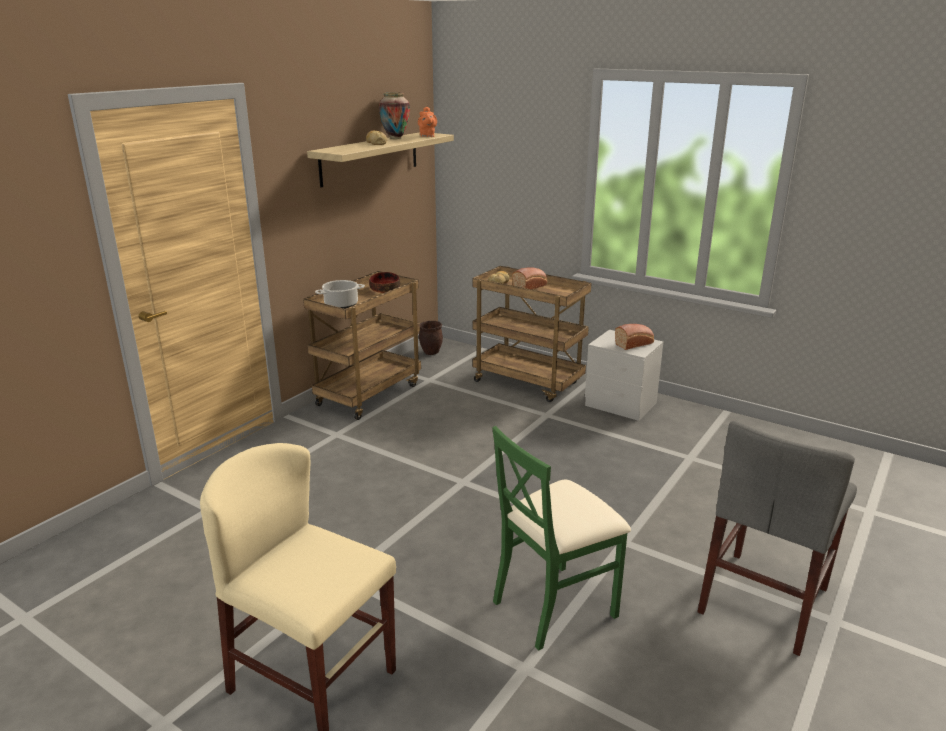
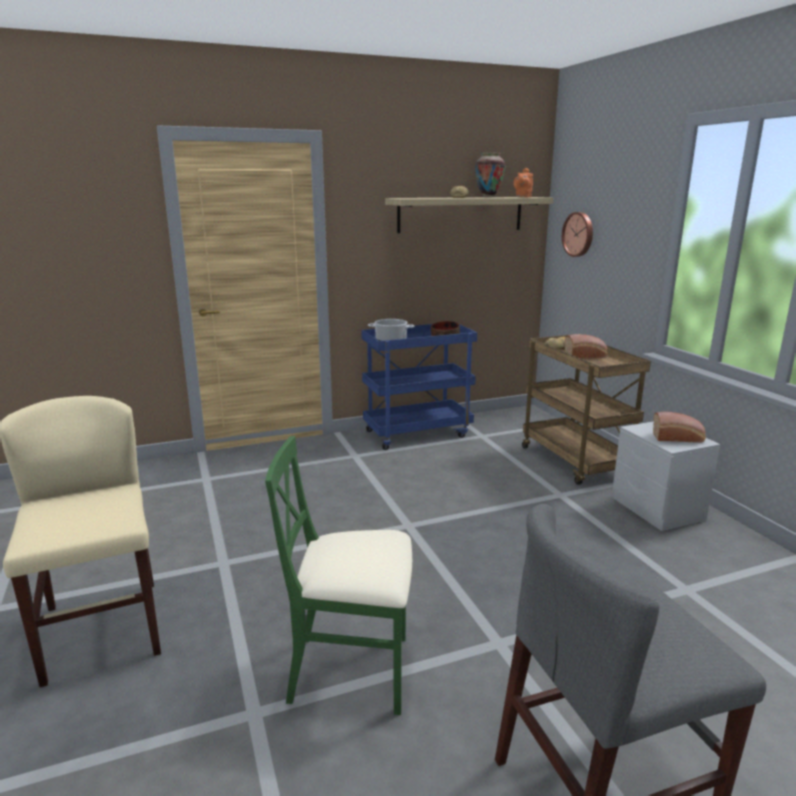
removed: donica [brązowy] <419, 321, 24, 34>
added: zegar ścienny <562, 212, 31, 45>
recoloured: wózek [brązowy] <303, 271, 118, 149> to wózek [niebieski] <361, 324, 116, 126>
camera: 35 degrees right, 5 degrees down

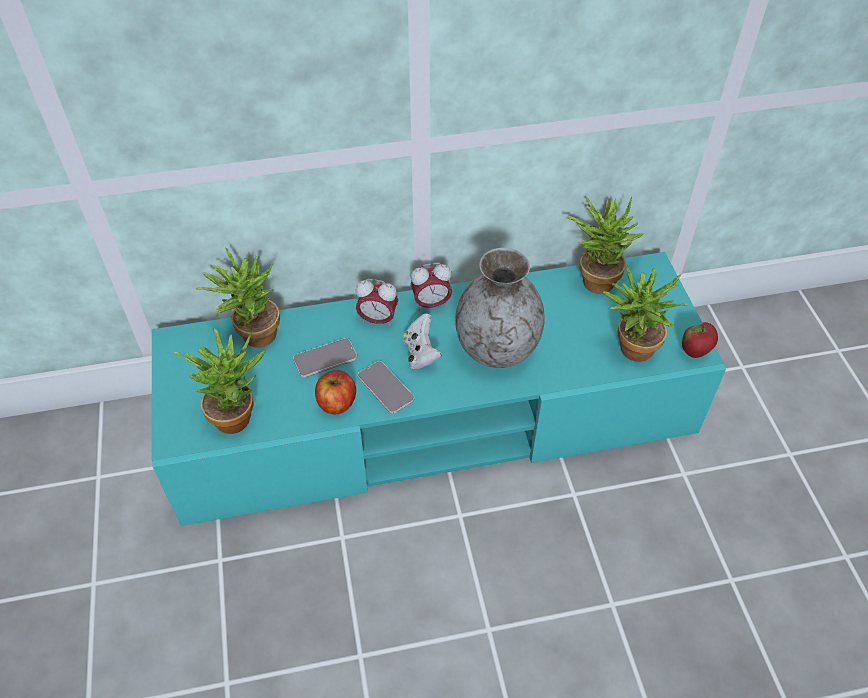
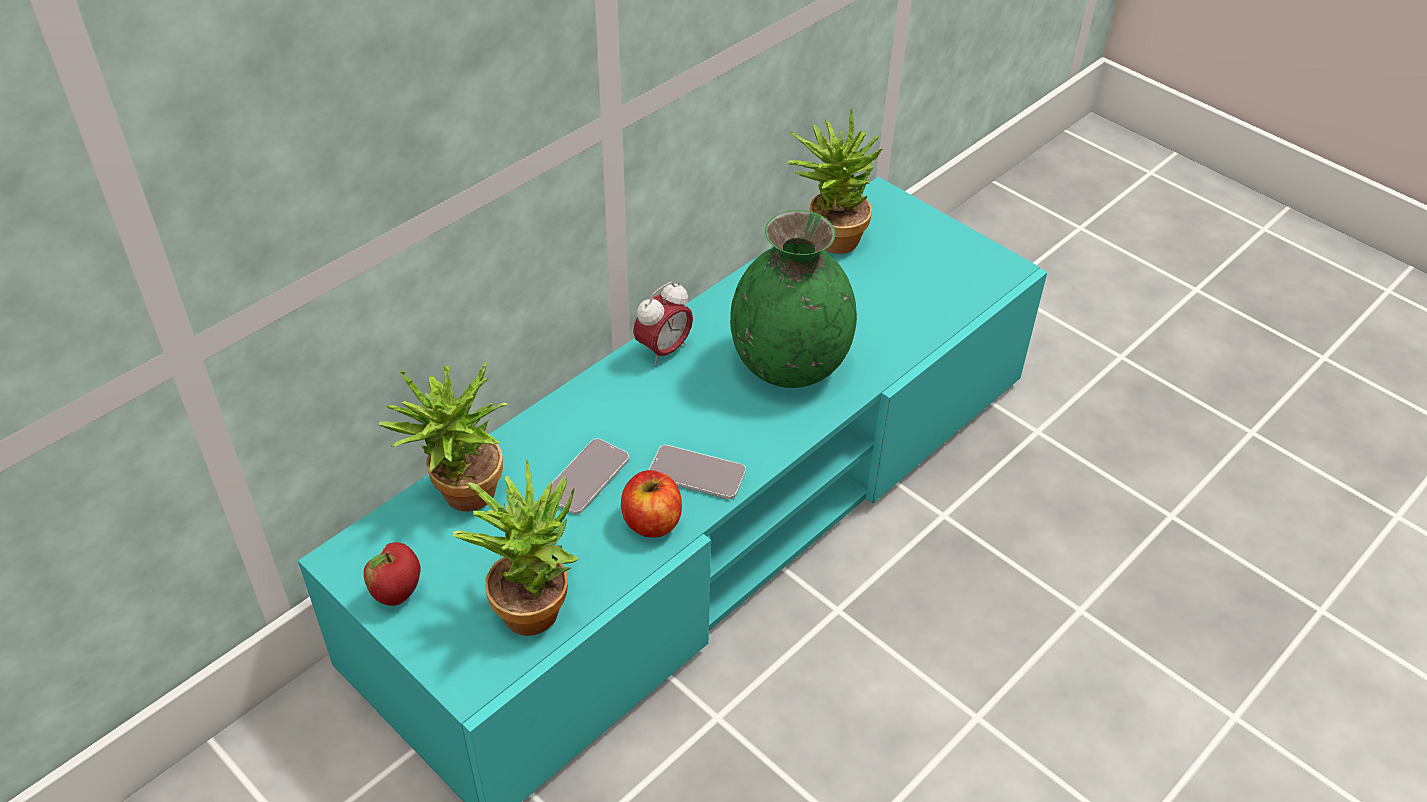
removed: budzik <355, 279, 43, 48>; pad do gier [biały] <403, 313, 39, 56>; roślina doniczkowa <603, 263, 85, 99>
moved: jabłko <682, 322, 36, 36> to <364, 542, 57, 64>
recoloured: wazon [szary] <455, 248, 90, 120> to wazon [zielony] <730, 210, 127, 178>
camera: 35 degrees left, 5 degrees down

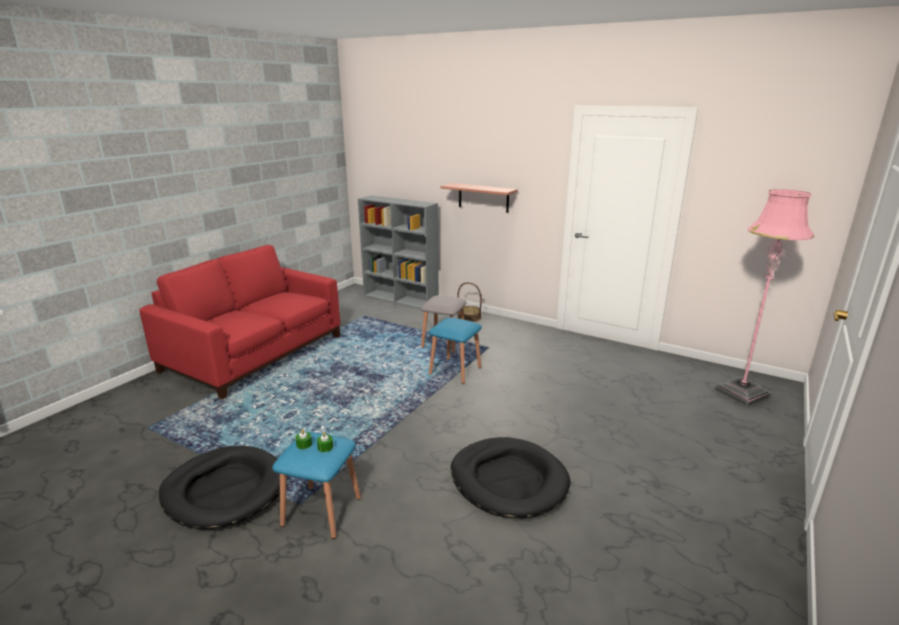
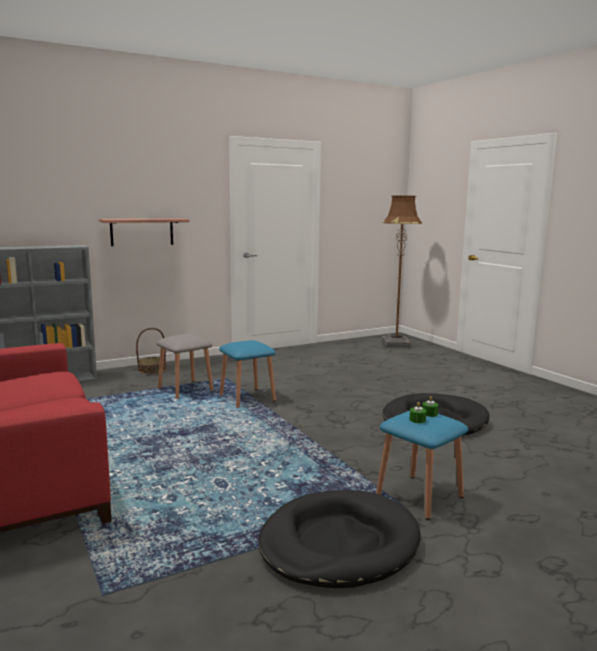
recoloured: lampa stojąca [różowy] <714, 189, 101, 218> to lampa stojąca [brązowy] <382, 195, 40, 153>
camera: 60 degrees left, 10 degrees down

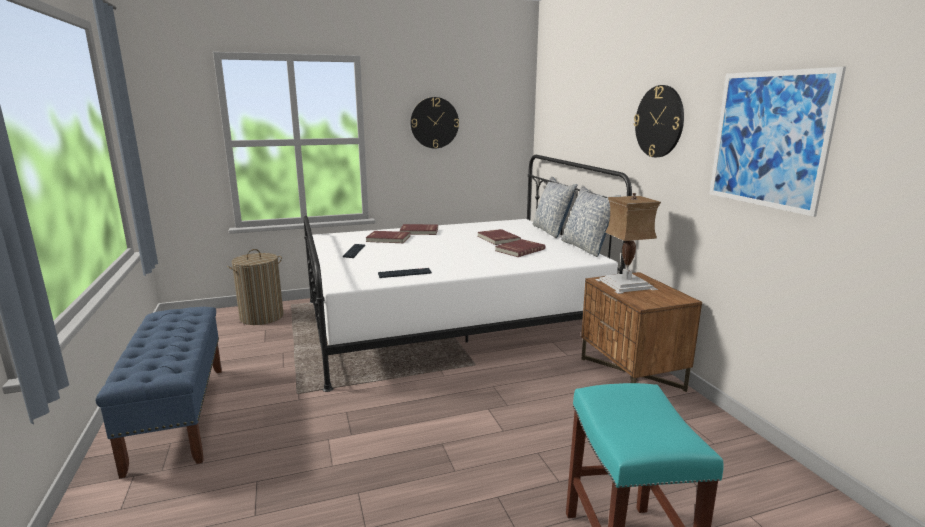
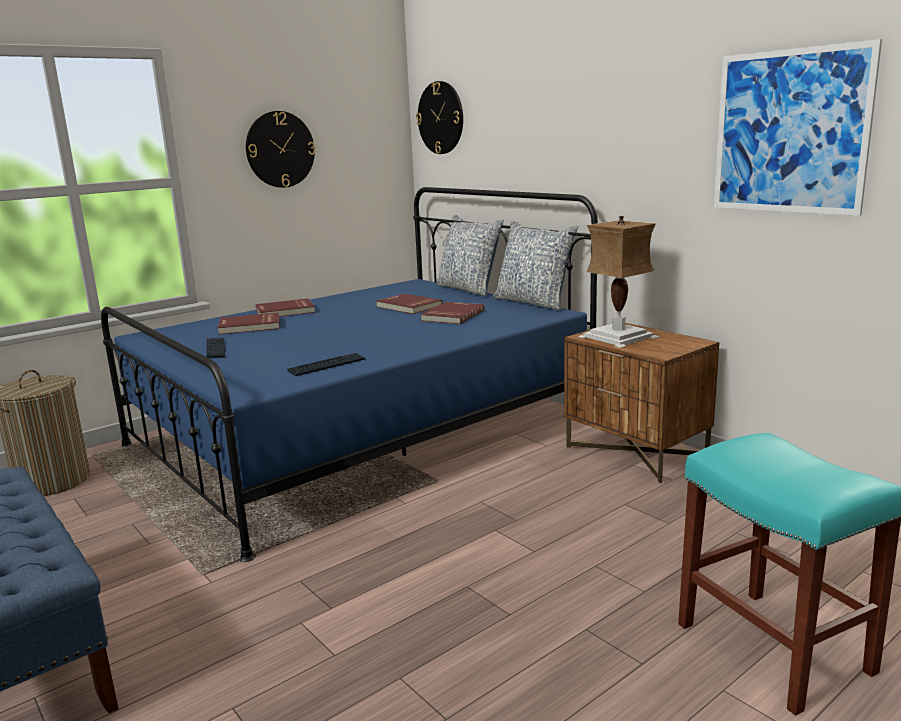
moved: zegar ścienny <634, 85, 50, 72> to <416, 81, 47, 73>
recoloured: łóżko [biały] <304, 155, 328, 237> to łóżko [niebieski] <101, 187, 497, 375>
camera: 20 degrees left, 0 degrees up

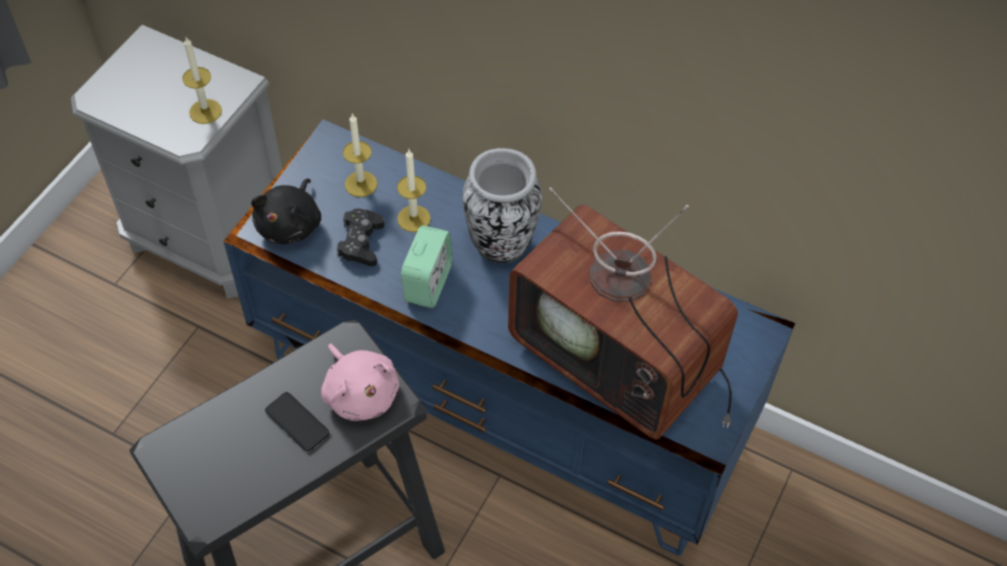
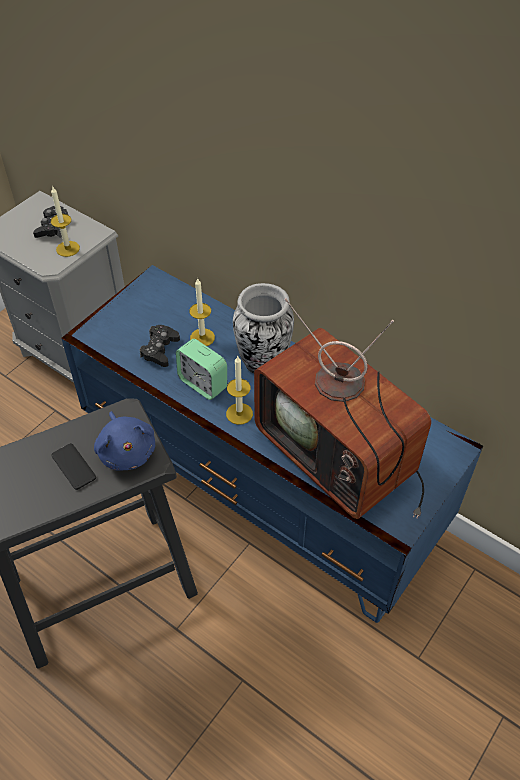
removed: pluszak [czarny] <251, 178, 70, 66>
added: pad do gier [czarny] <33, 206, 35, 32>
moved: świeca <343, 113, 35, 84> to <226, 356, 27, 69>
recoloured: pluszak [różowy] <321, 343, 78, 78> to pluszak [niebieski] <94, 411, 61, 59>
turned: budzik <401, 225, 52, 83> = <176, 339, 51, 61> 105 degrees clockwise
camera: 10 degrees right, 5 degrees down

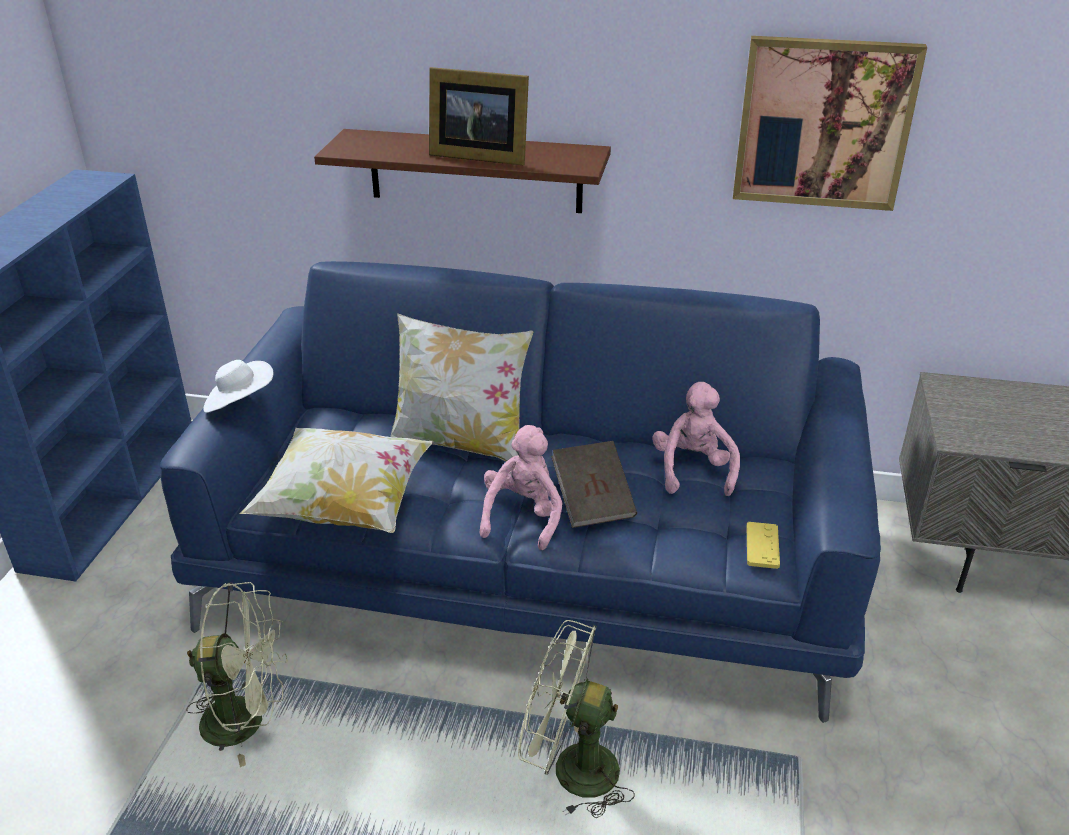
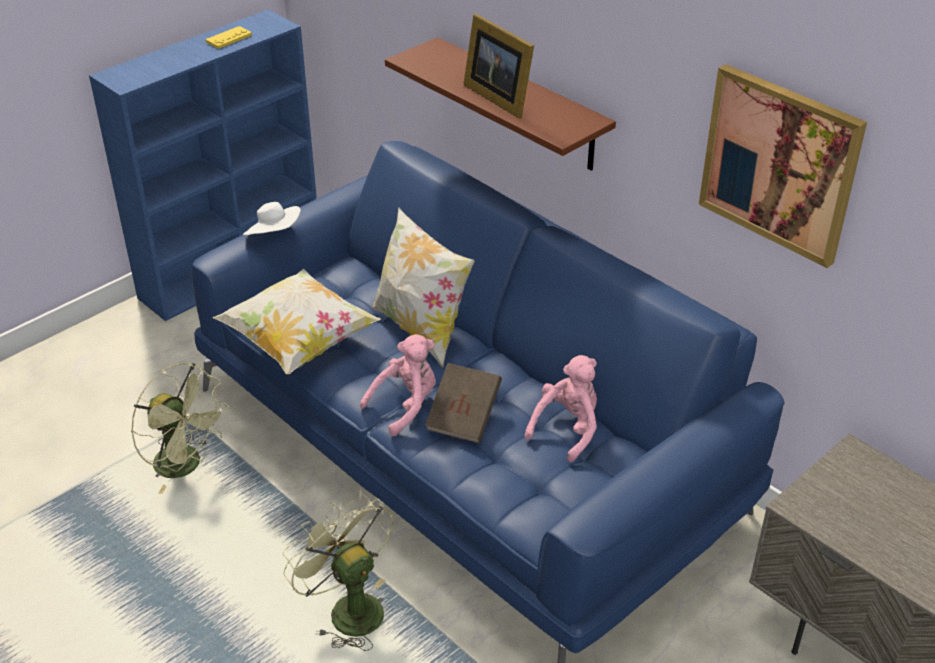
moved: pad do gier [żółty] <746, 522, 34, 47> to <206, 26, 46, 23>
camera: 35 degrees right, 5 degrees up

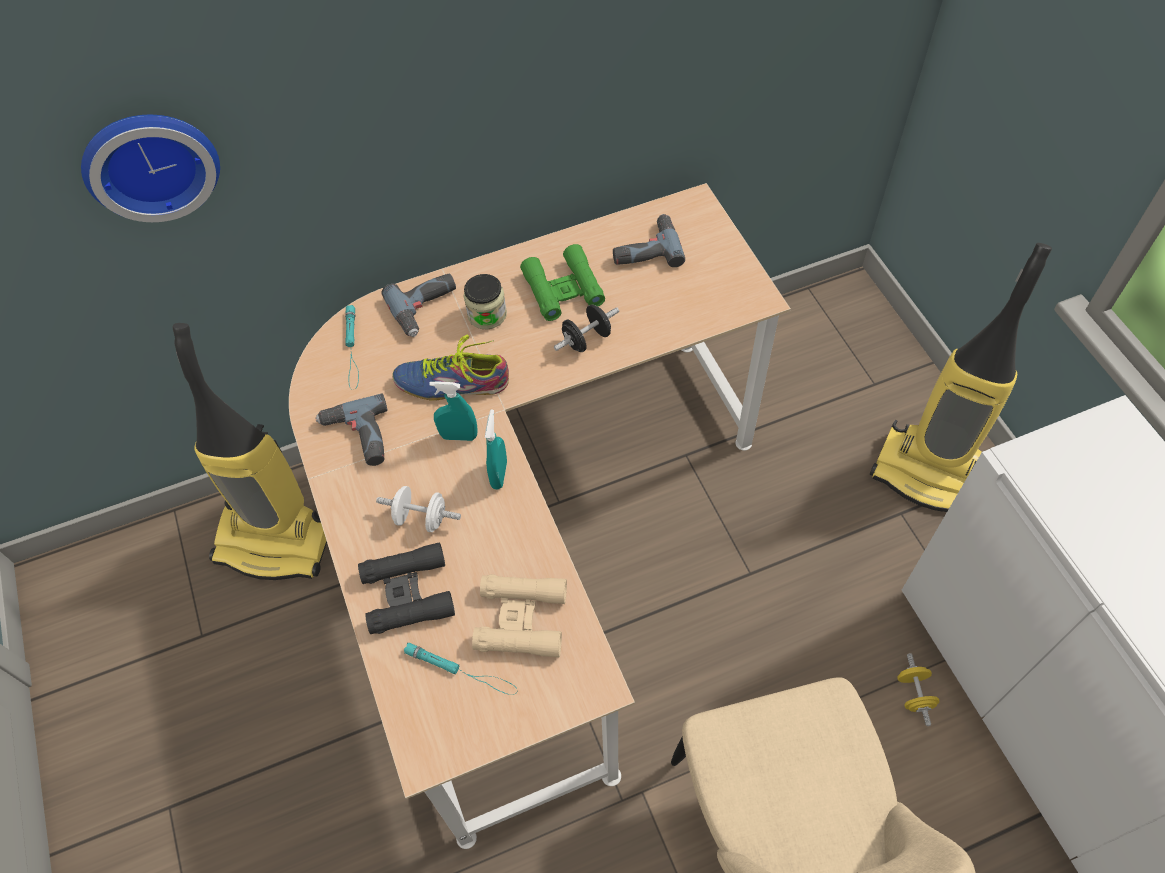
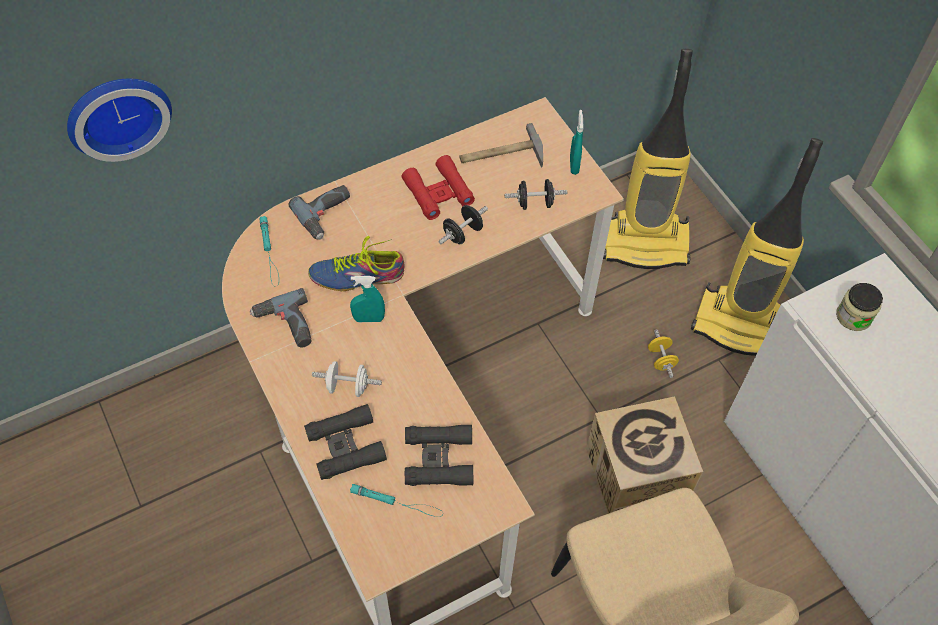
added: hantel [czarny] <505, 179, 62, 31>; karton <586, 396, 117, 118>
moved: spryskiwacz [turkusowy] <485, 409, 22, 81> to <570, 110, 13, 65>; odkurzacz <173, 323, 154, 257> to <603, 49, 90, 220>; hantel [żółty] <897, 653, 42, 73> to <648, 330, 31, 48>; słoik <464, 274, 43, 55> to <836, 283, 47, 48>
replaced: wiertarka <613, 214, 72, 53> to młotek <459, 123, 84, 44>
recoloured: lornetka [zielony] <520, 244, 85, 77> to lornetka [czerwony] <402, 155, 73, 65>; lornetka [beżowy] <472, 574, 95, 83> to lornetka [czarny] <405, 425, 68, 61>
camera: 10 degrees left, 0 degrees up

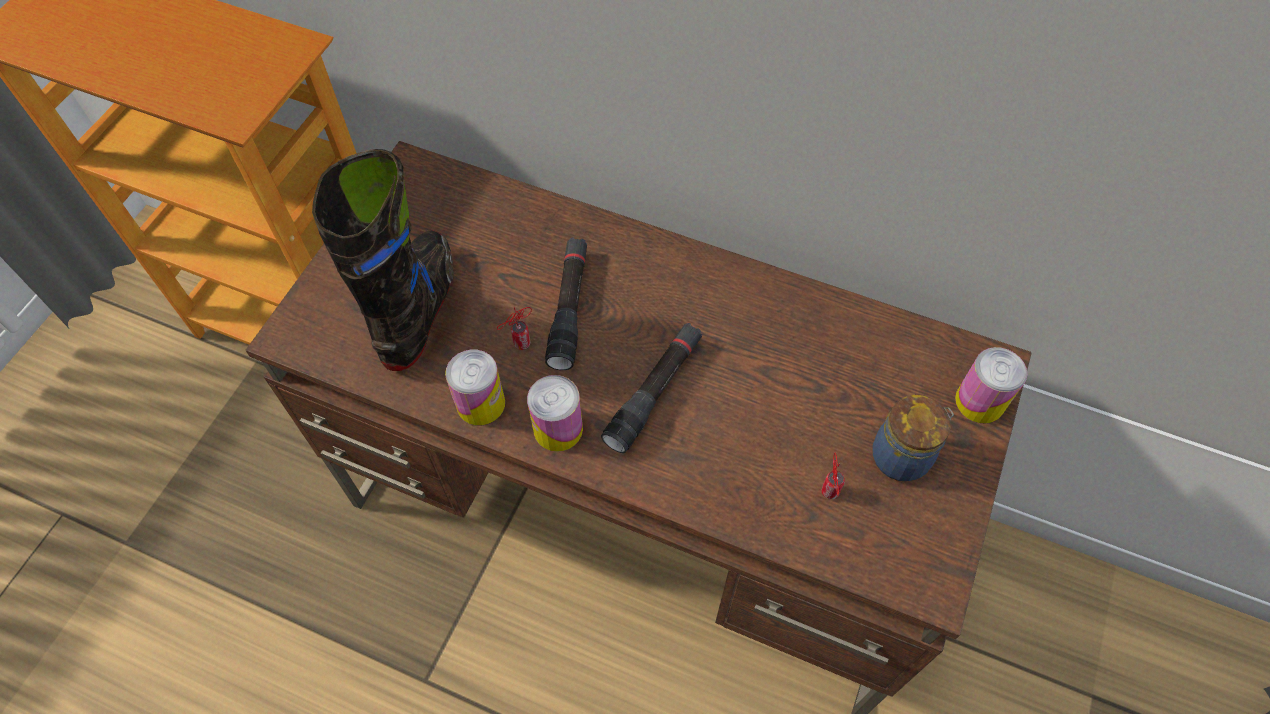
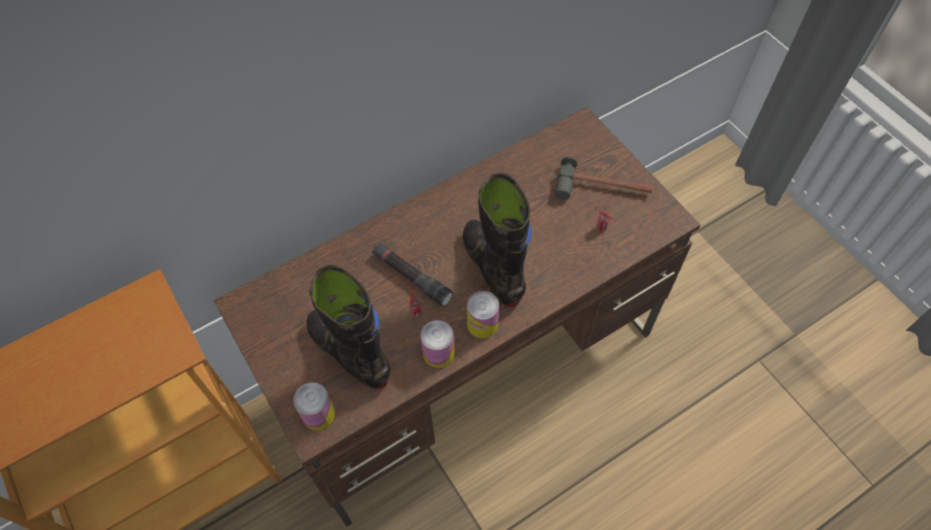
moved: puszka <955, 347, 72, 77> to <293, 382, 42, 48>
replaced: latarka [czarny] <601, 323, 101, 130> to but z cholewką [czarny] <463, 173, 69, 134>; słoik <872, 395, 82, 87> to młotek <555, 157, 98, 43>
camera: 55 degrees left, 0 degrees up

